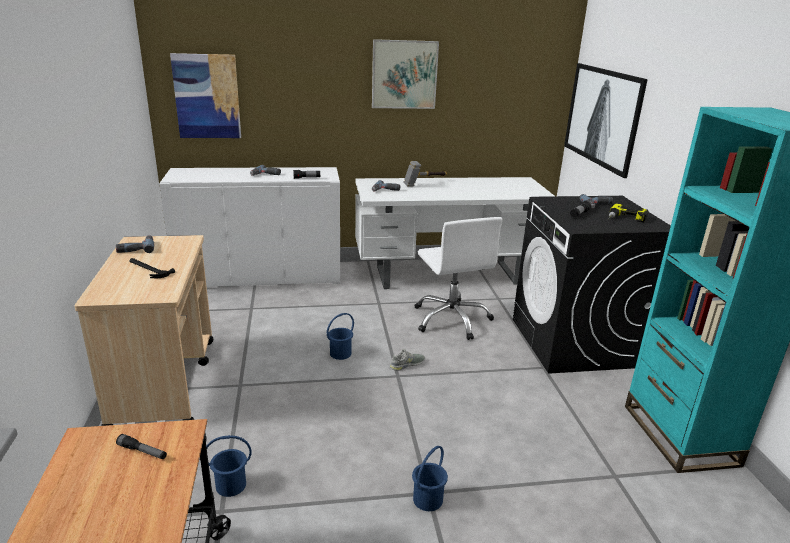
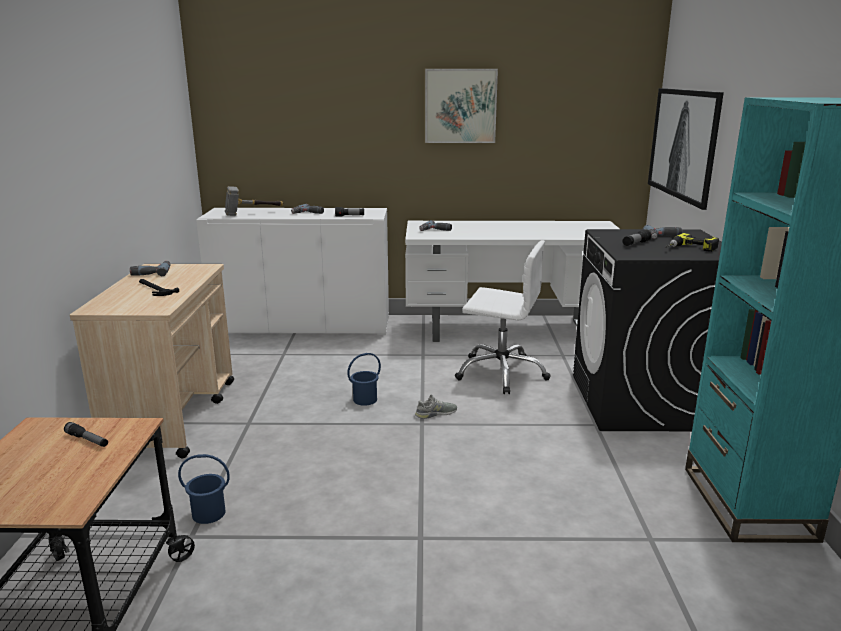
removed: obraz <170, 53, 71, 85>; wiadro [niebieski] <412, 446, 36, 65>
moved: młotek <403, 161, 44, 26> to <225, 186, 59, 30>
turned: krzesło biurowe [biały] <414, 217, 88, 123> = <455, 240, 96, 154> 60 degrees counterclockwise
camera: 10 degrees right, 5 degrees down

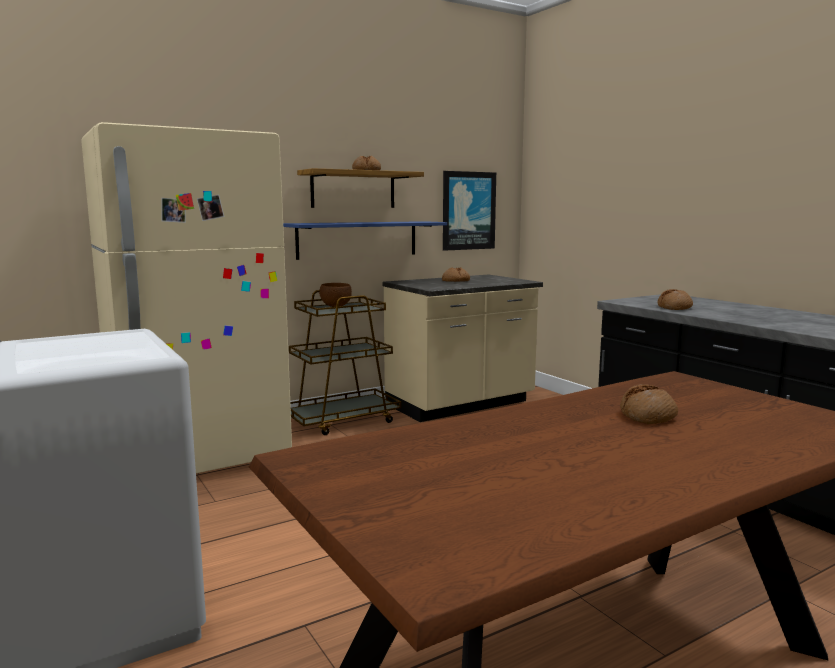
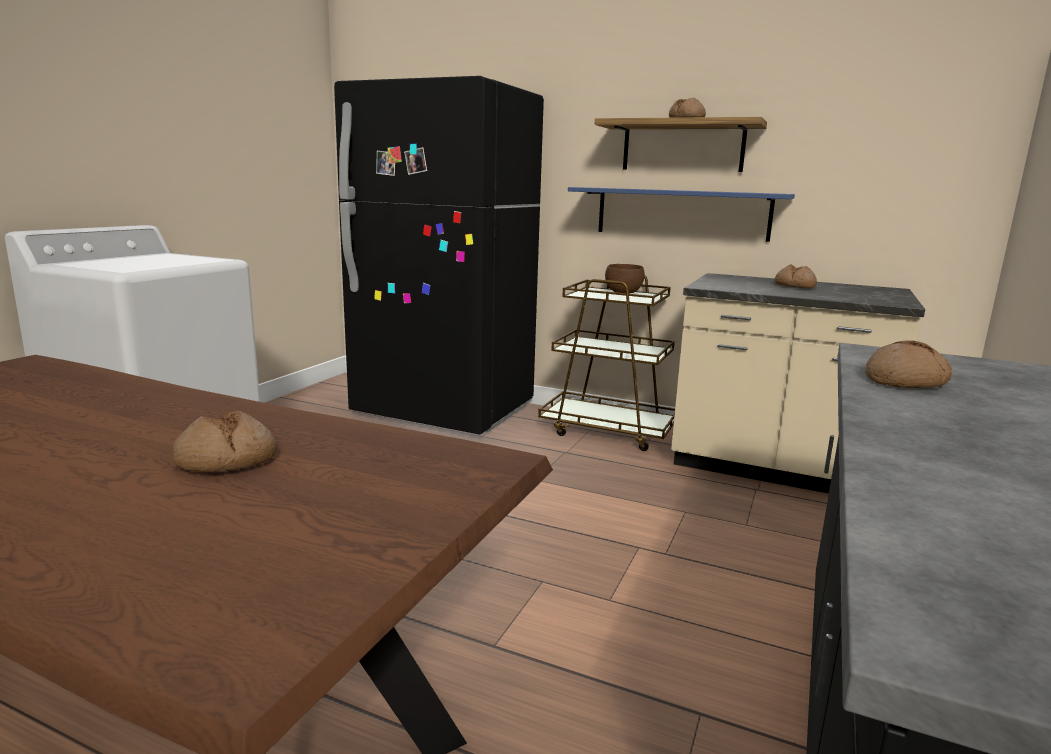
removed: obraz <443, 171, 53, 80>
recoloured: lodówka [beżowy] <81, 122, 211, 351> to lodówka [czarny] <334, 76, 210, 358>
camera: 55 degrees right, 5 degrees up

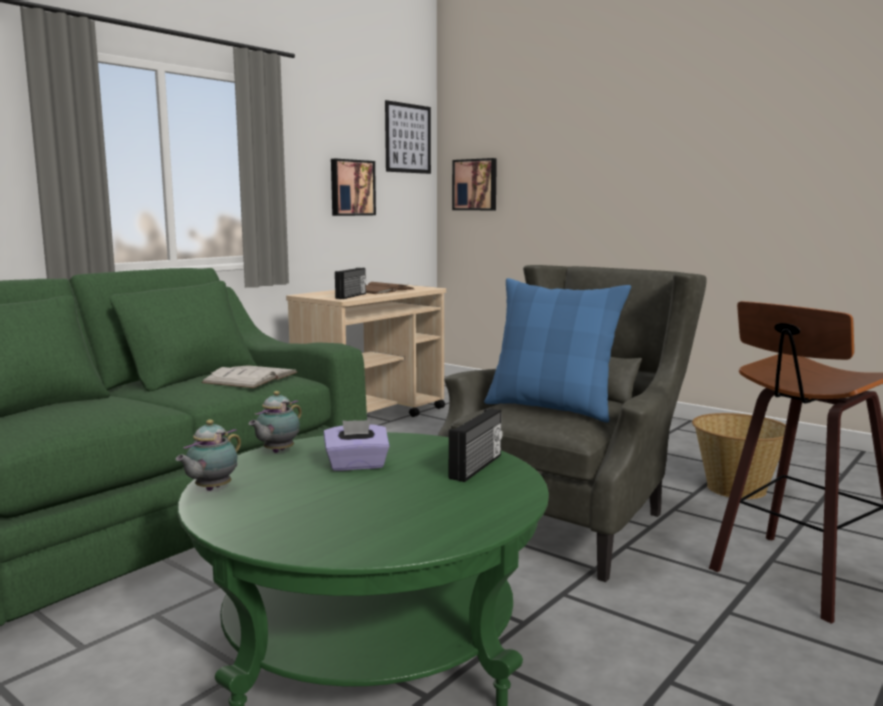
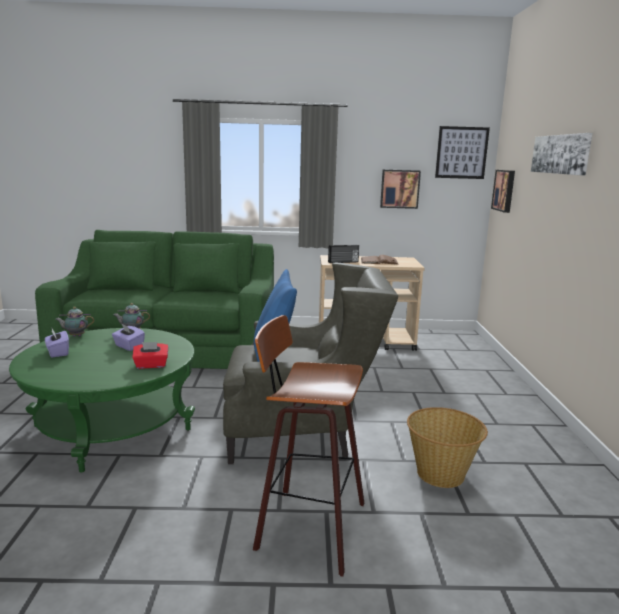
removed: książka [biały] <201, 365, 97, 23>
added: pudełko chusteczek [fioletowy] <45, 328, 24, 29>; obraz <531, 133, 62, 42>
replaced: radio <449, 408, 54, 74> to pudełko chusteczek [czerwony] <132, 342, 36, 27>
camera: 50 degrees right, 5 degrees up

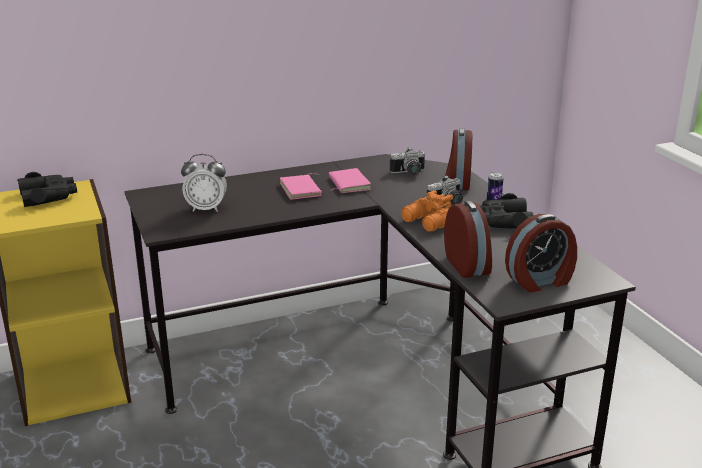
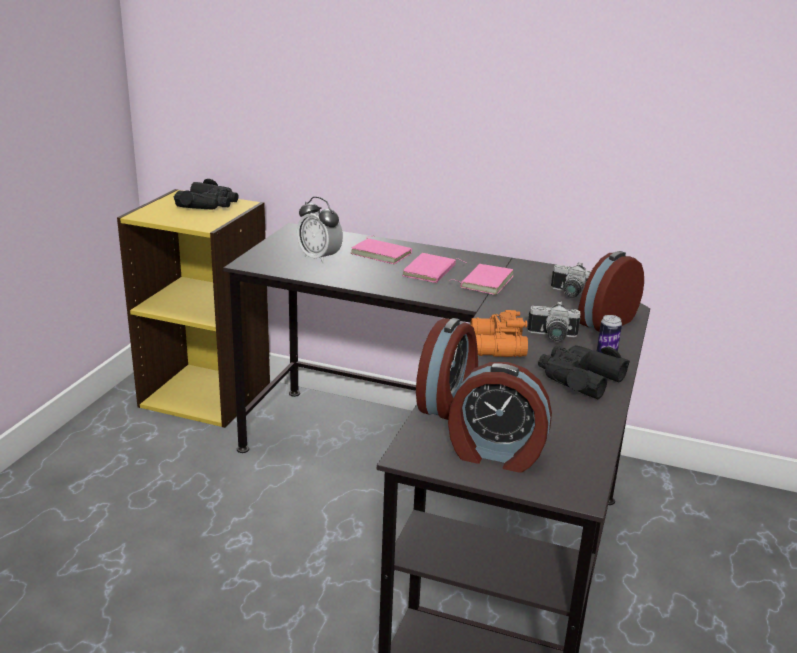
added: książka [różowy] <351, 236, 61, 28>
camera: 40 degrees right, 0 degrees up

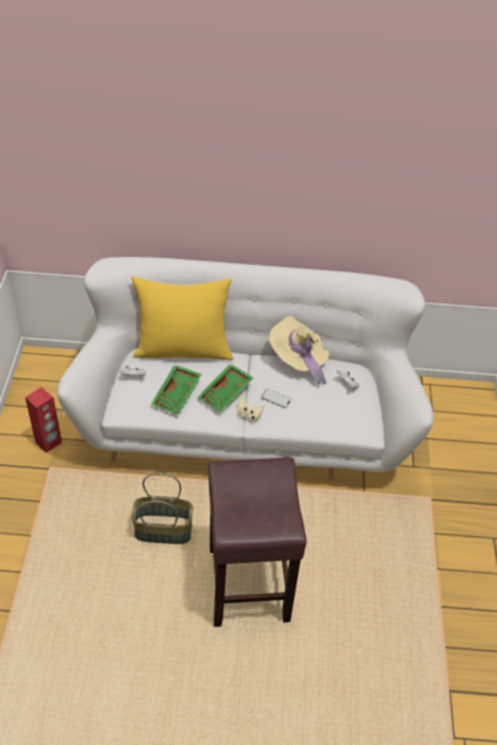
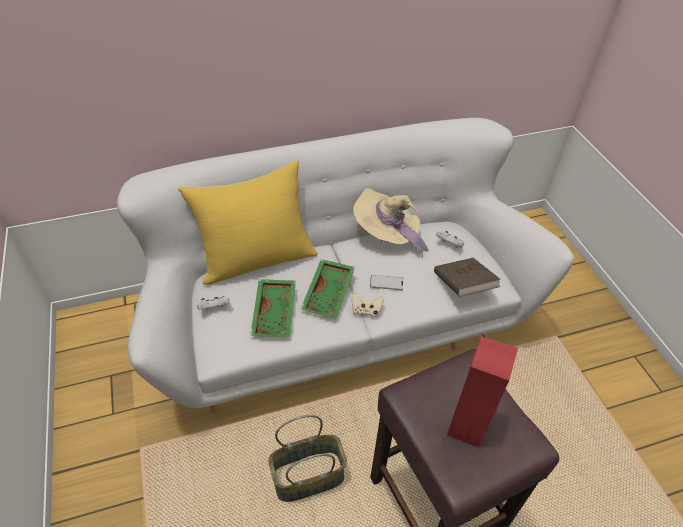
added: książka [brązowy] <434, 258, 66, 39>
moved: głośnik [czerwony] <25, 387, 37, 66> to <447, 336, 71, 112>
camera: 20 degrees left, 0 degrees up

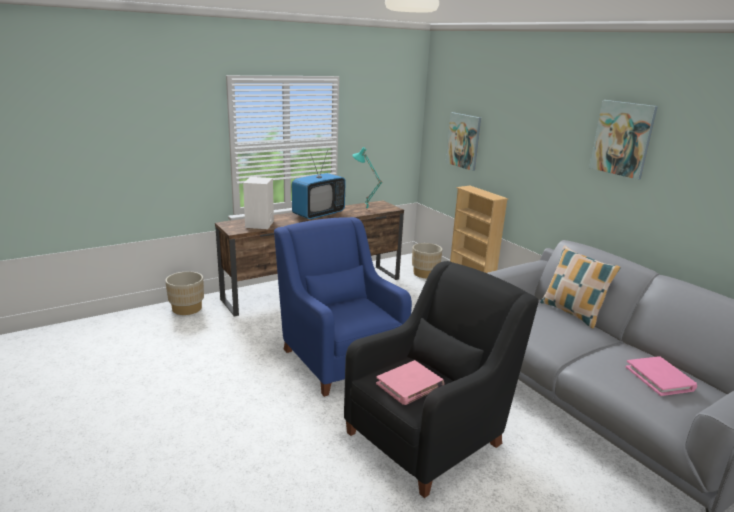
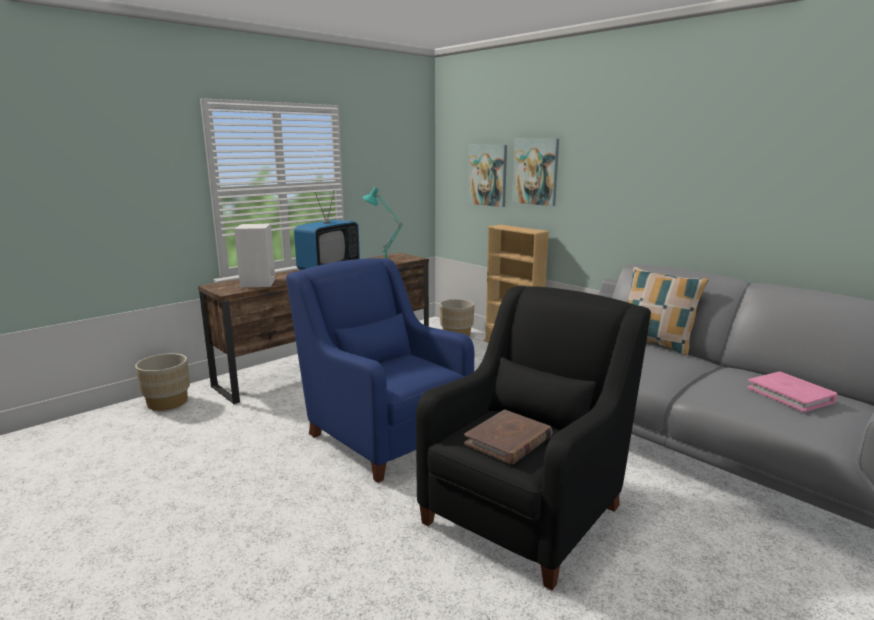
moved: obraz <589, 100, 69, 80> to <512, 139, 47, 67>
recoloured: książka [różowy] <376, 360, 68, 45> to książka [brązowy] <464, 410, 89, 54>
camera: 10 degrees left, 5 degrees down

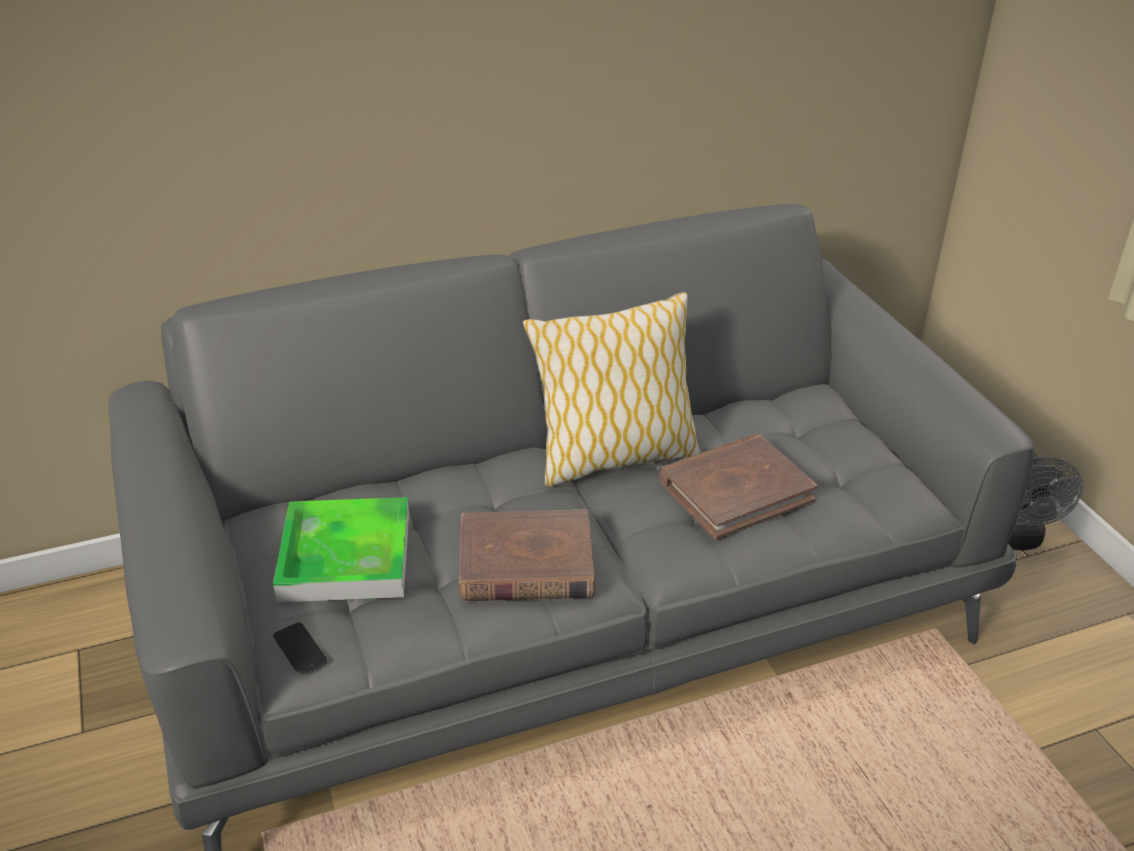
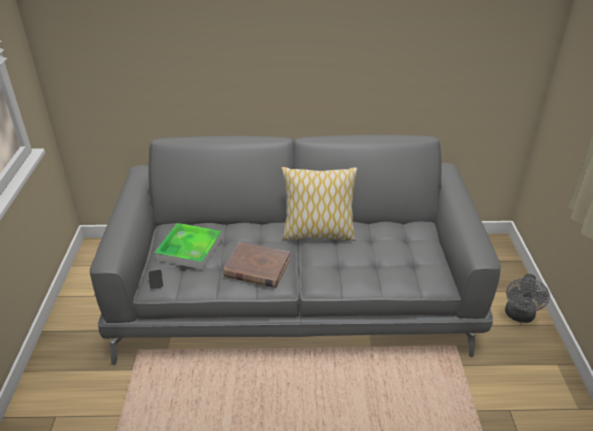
removed: książka [brązowy] <659, 434, 158, 105>
camera: 20 degrees right, 0 degrees up

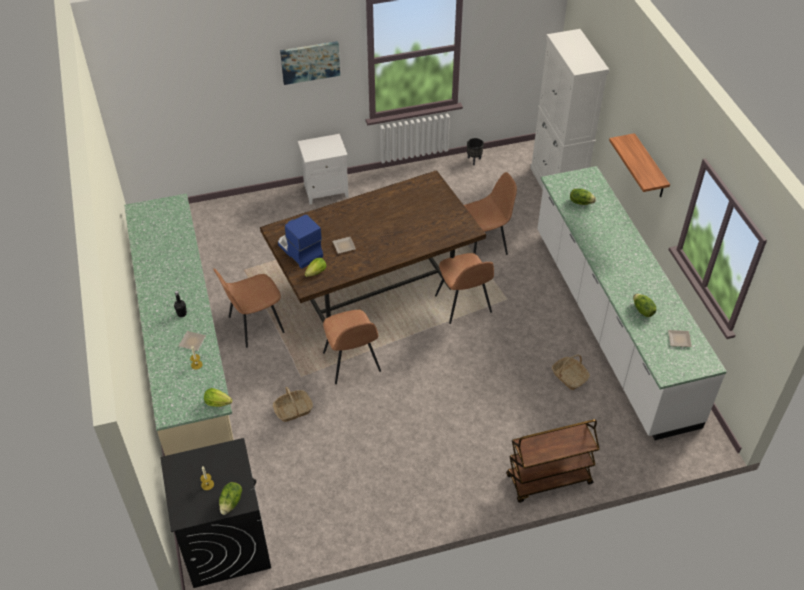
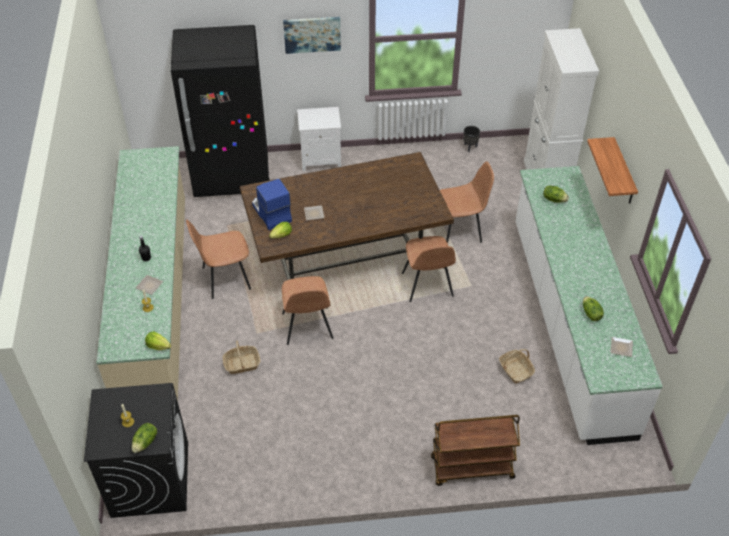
added: lodówka [czarny] <171, 25, 99, 172>
camera: 10 degrees right, 0 degrees up

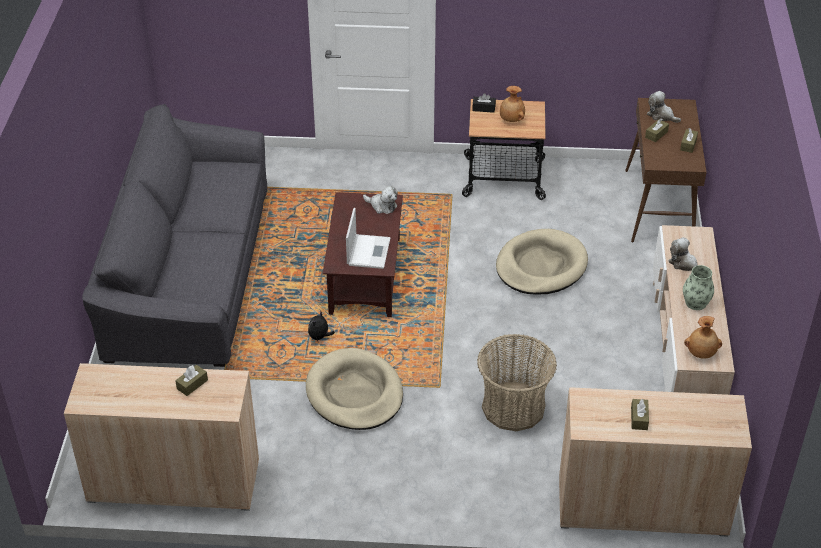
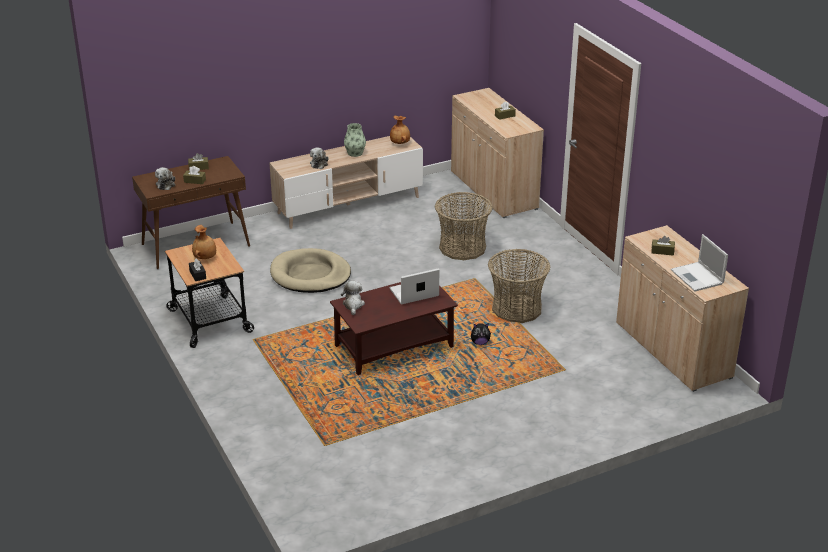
removed: kanapa [szary] <82, 104, 185, 263>
added: laptop <671, 234, 57, 57>
replaced: legowisko [beżowy] <306, 348, 97, 82> to koszyk <488, 249, 62, 74>
camera: 120 degrees left, 10 degrees down

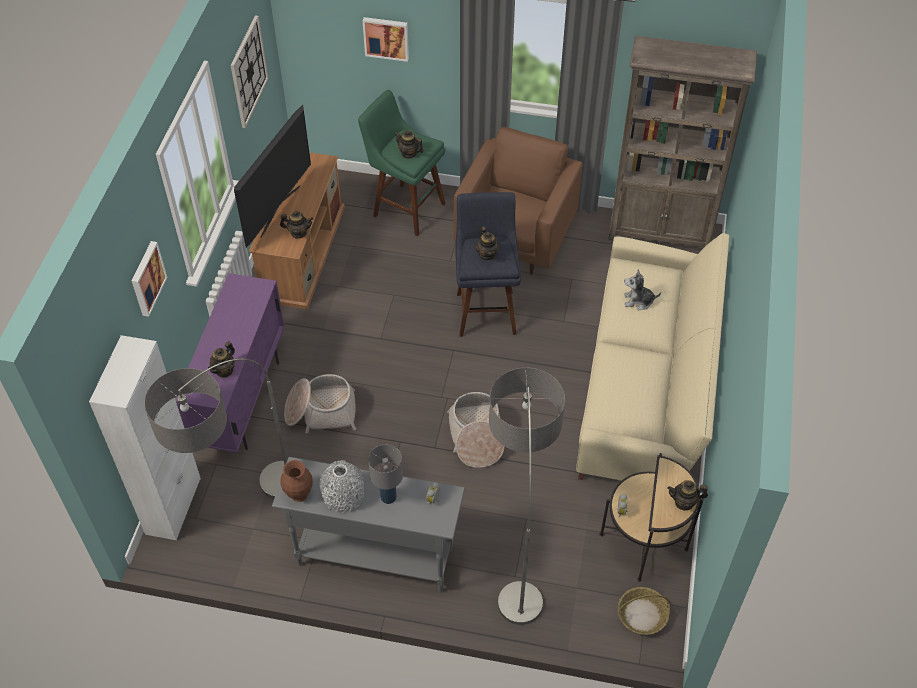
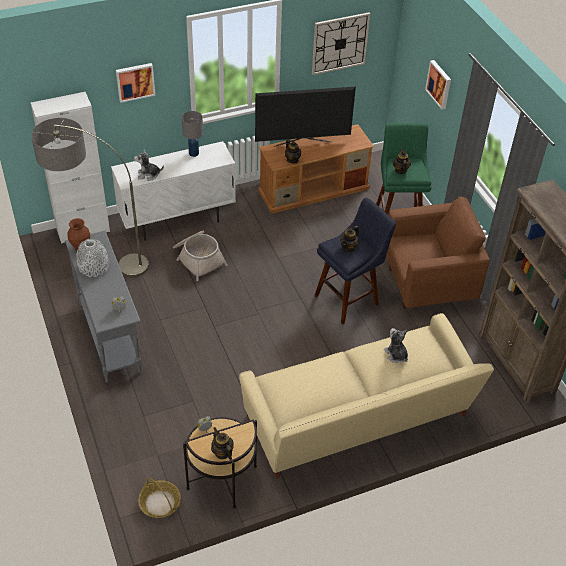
removed: koszyk <447, 392, 58, 76>; lampa stojąca <489, 368, 76, 257>
moved: lampa stołowa [szary] <368, 445, 35, 59> to <182, 111, 21, 46>
replaced: imbryk <208, 341, 27, 37> to pluszak <134, 149, 30, 32>
recoloured: szafka [fioletowy] <175, 273, 110, 180> to szafka [biały] <111, 141, 125, 100>
camera: 55 degrees right, 5 degrees down

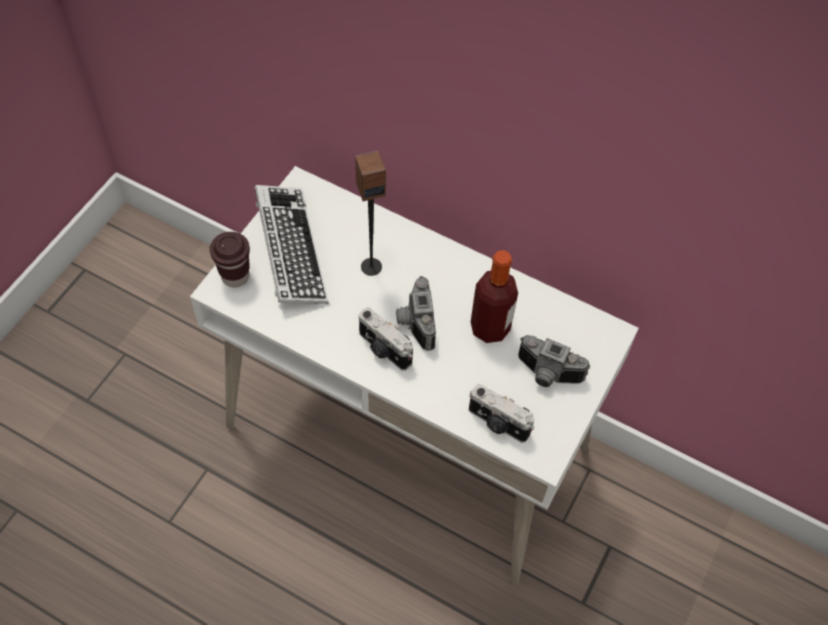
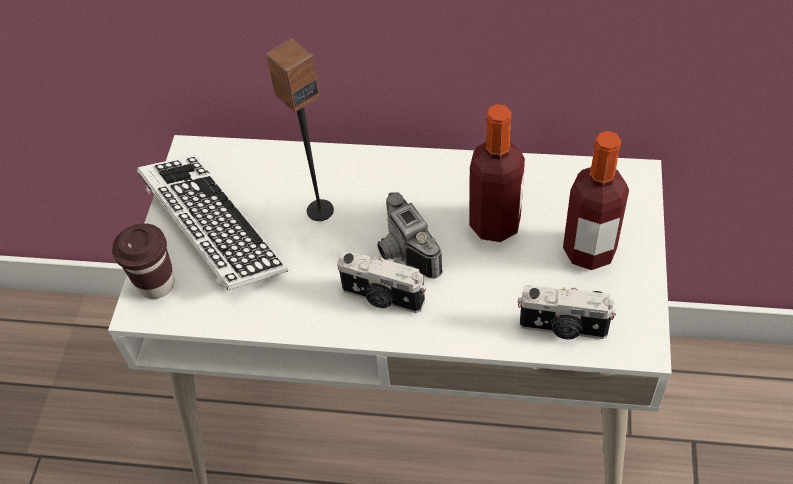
replaced: aparat fotograficzny <518, 335, 73, 52> to butelka <563, 131, 66, 139>
camera: 15 degrees left, 5 degrees down

